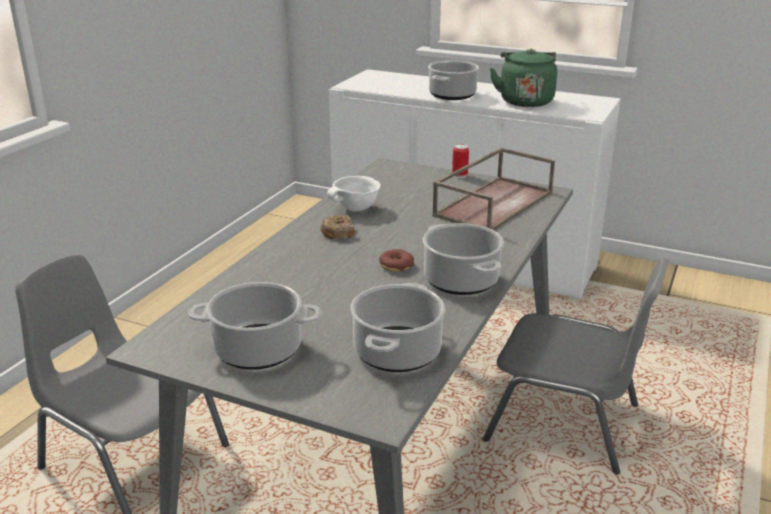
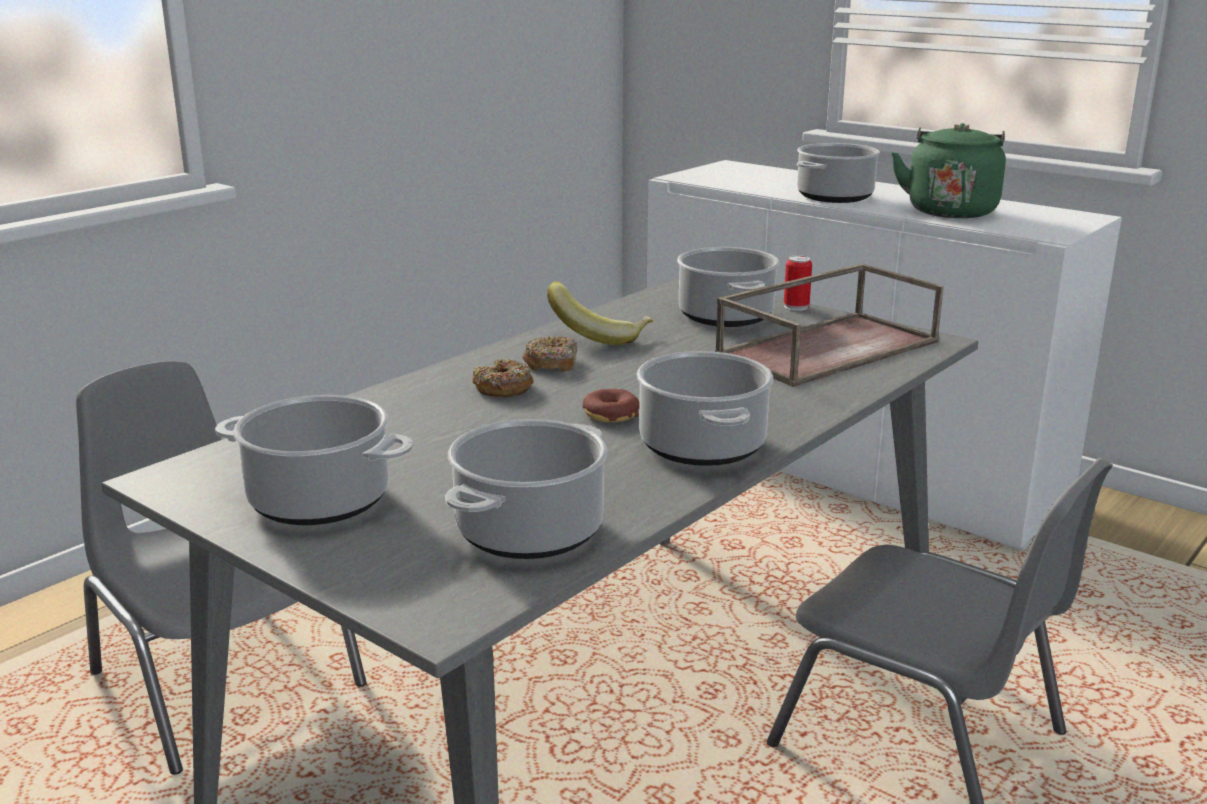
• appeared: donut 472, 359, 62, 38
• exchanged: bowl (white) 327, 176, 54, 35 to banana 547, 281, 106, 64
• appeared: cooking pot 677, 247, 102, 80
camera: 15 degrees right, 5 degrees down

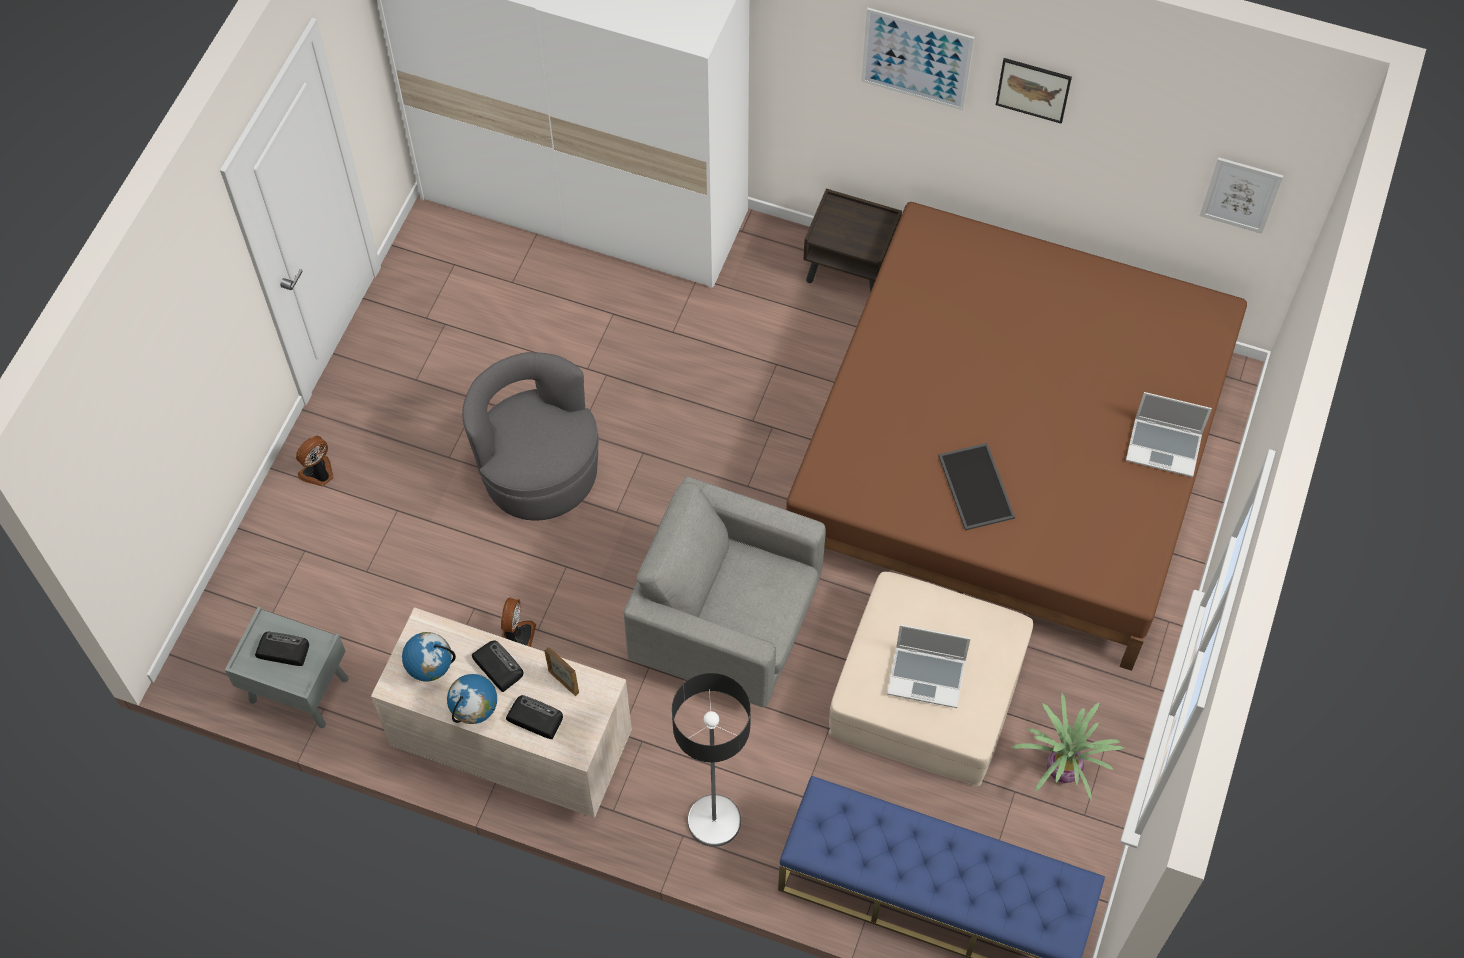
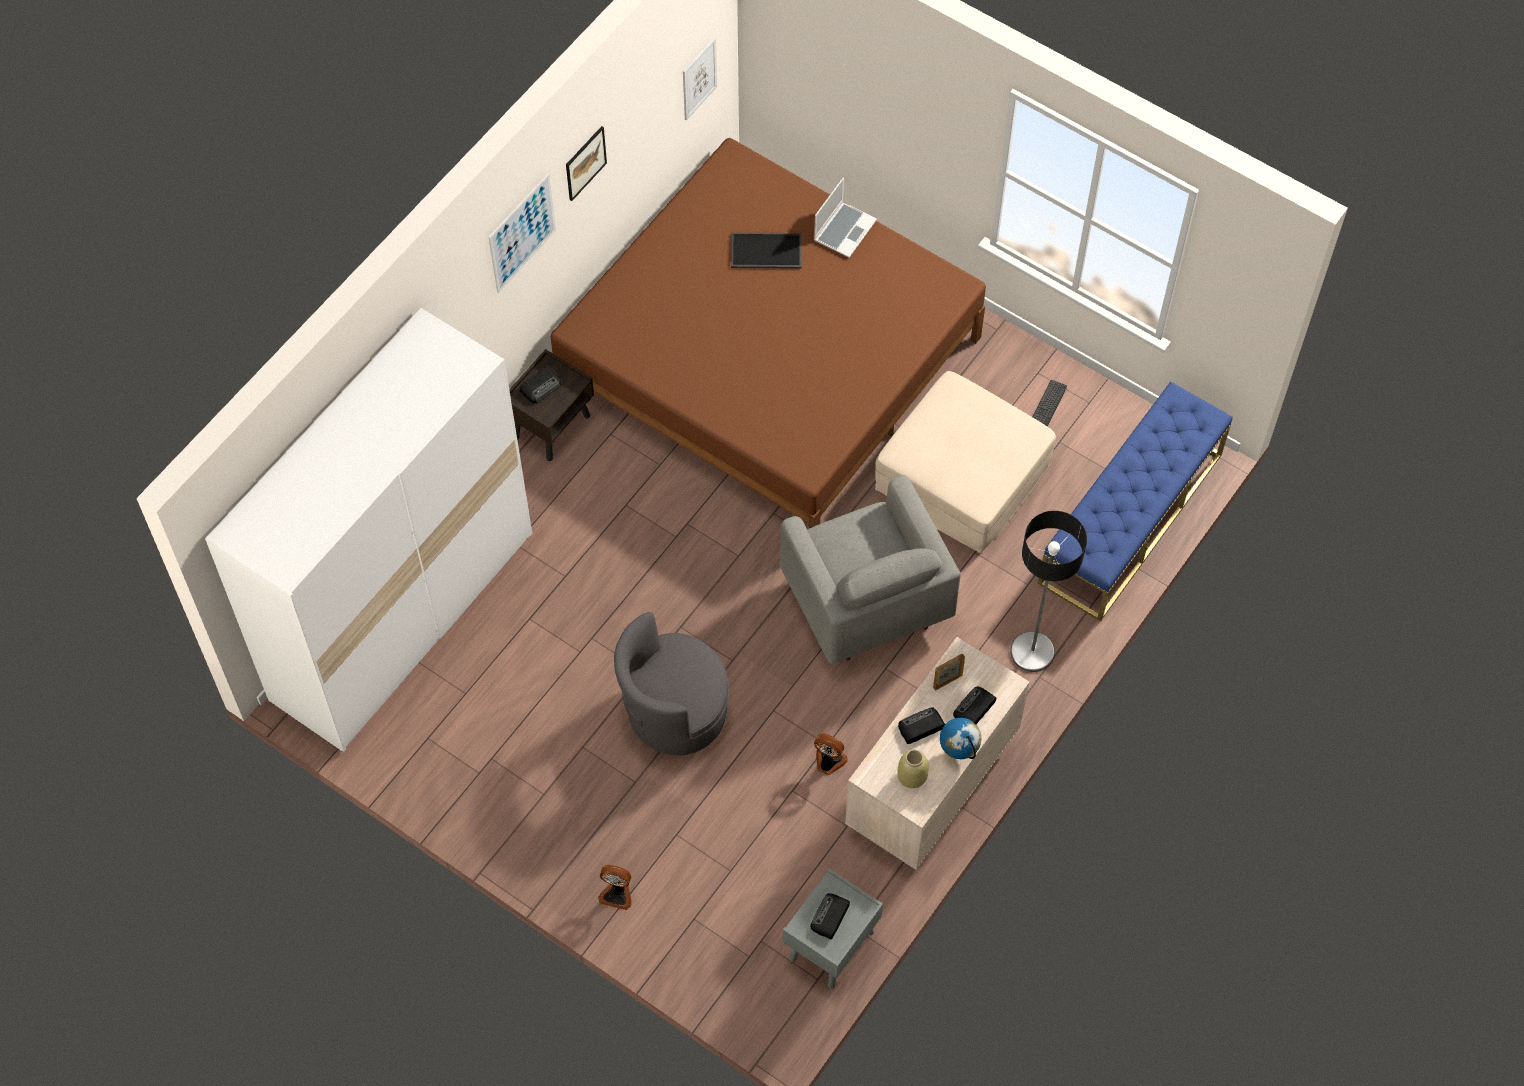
• appeared: radio 519, 366, 43, 37
• spun: fan 296, 436, 38, 50 = 598, 865, 33, 45 45 degrees counterclockwise
• relocated: tray 938, 443, 77, 88 to 731, 233, 71, 36
• spun: armchair (grey) 624, 477, 202, 230 = 780, 475, 181, 189 60 degrees counterclockwise
• exchanged: globe 402, 632, 54, 50 to vase (beige) 897, 750, 32, 38
• exchanged: potted plant 1011, 693, 113, 108 to keyboard 1033, 380, 34, 47
• missing: laptop 887, 624, 84, 84
camera: 75 degrees left, 0 degrees up

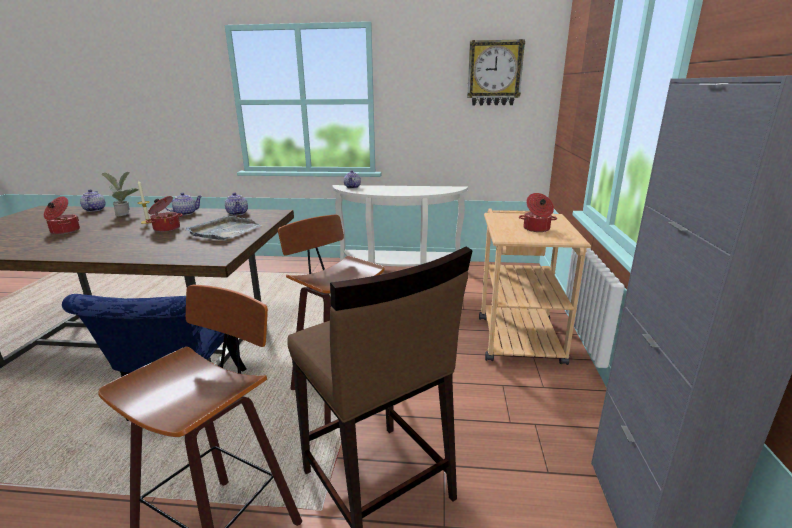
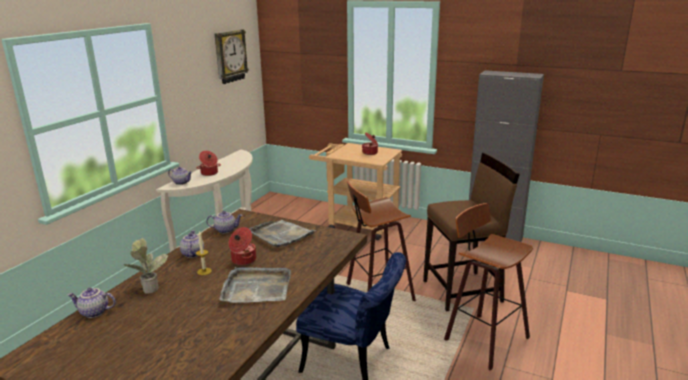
• relocated: cooking pot 44, 197, 36, 38 to 197, 151, 24, 25
• appeared: tray (grey) 219, 267, 72, 36
camera: 70 degrees left, 0 degrees up

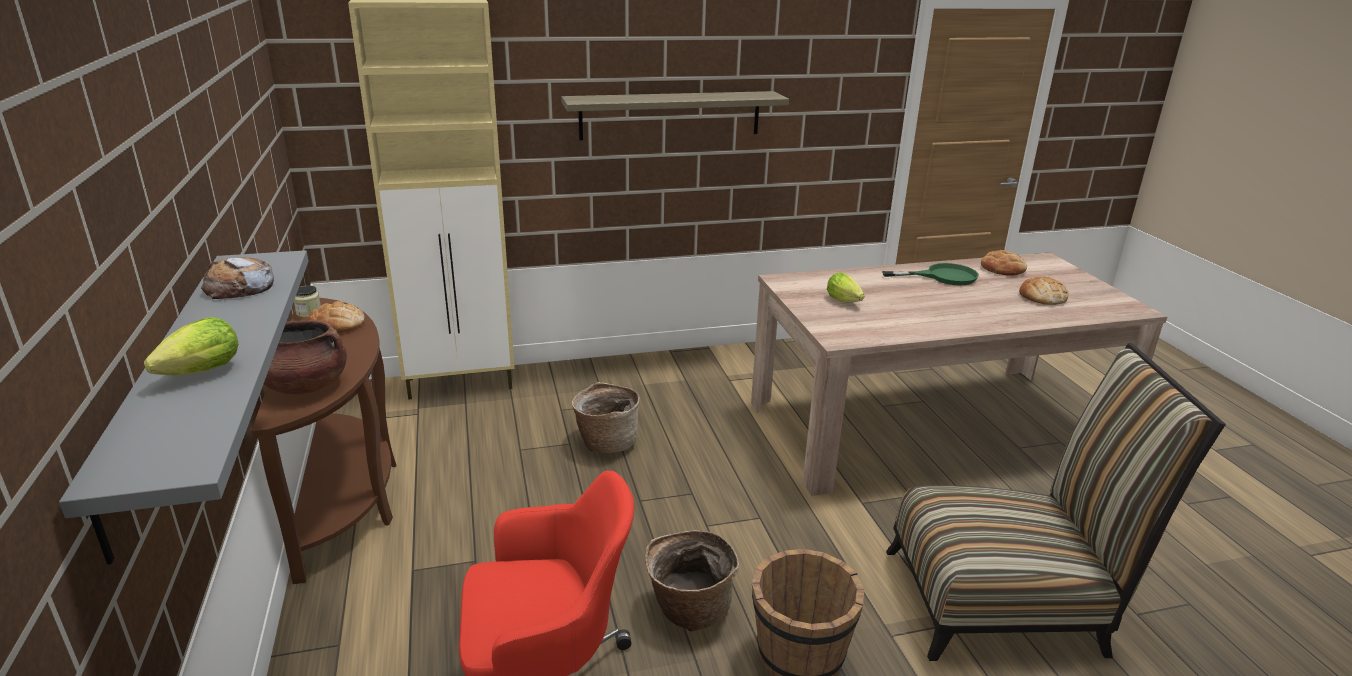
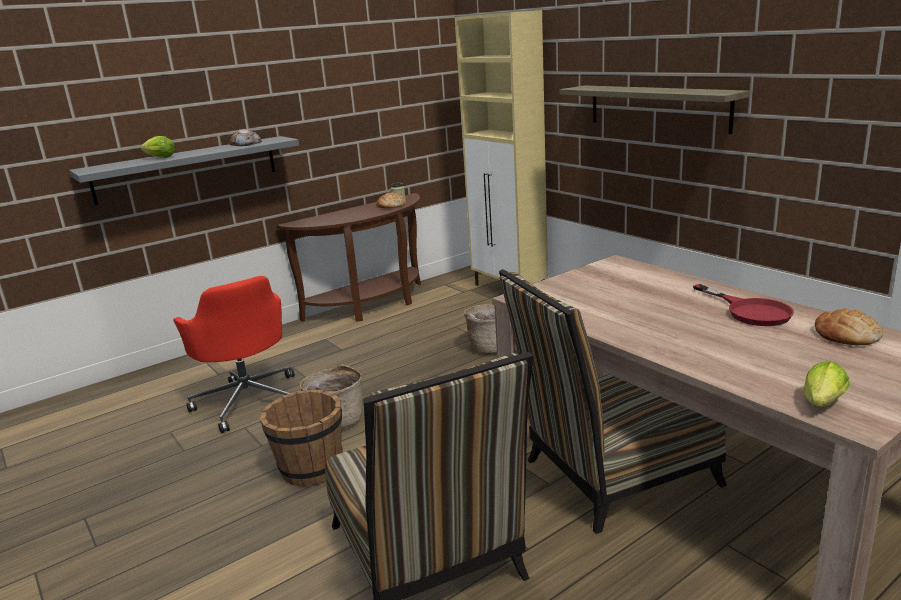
• appeared: chair 499, 269, 228, 265
• colour: frying pan (green) 882, 263, 97, 23 to frying pan (red) 693, 284, 101, 42
• relocated: lettuce 827, 273, 38, 30 to 804, 361, 46, 46
• missing: cooking pot (brown) 264, 320, 83, 74
• missing: bread 1019, 277, 49, 28
camera: 70 degrees right, 5 degrees down

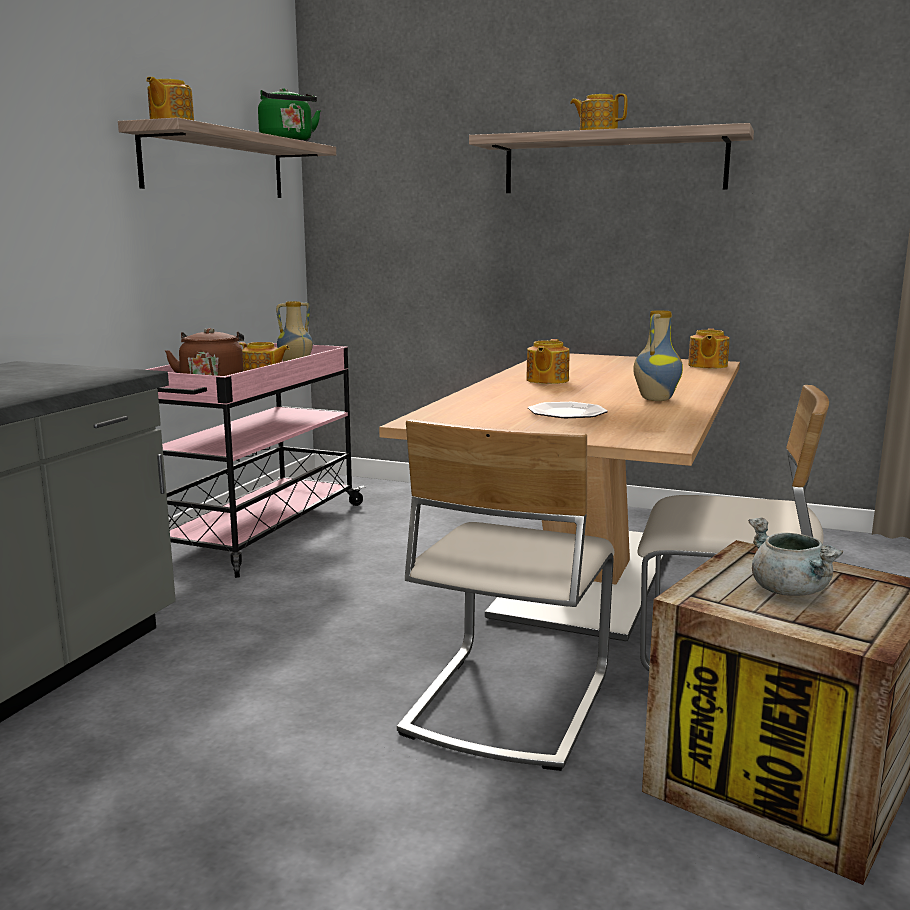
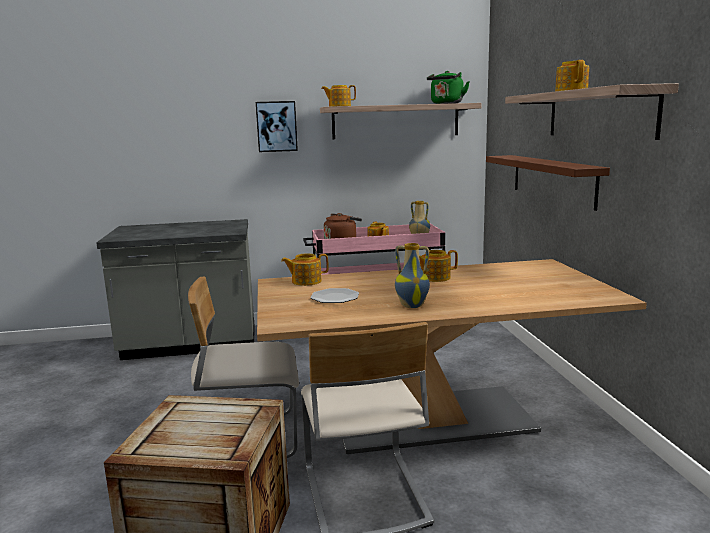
• appeared: picture 256, 101, 42, 51
• relocated: teapot 688, 328, 41, 40 to 281, 253, 47, 33
• appeared: shelf (brown) 486, 155, 124, 56
• missing: cooking pot (grey) 748, 517, 95, 79
camera: 60 degrees right, 0 degrees up

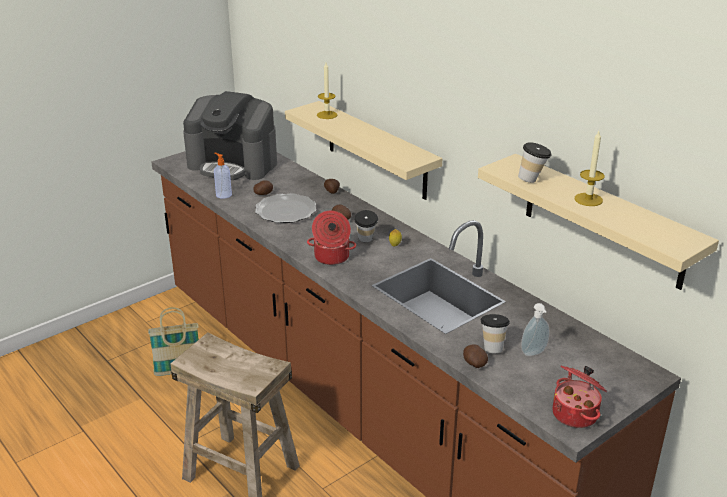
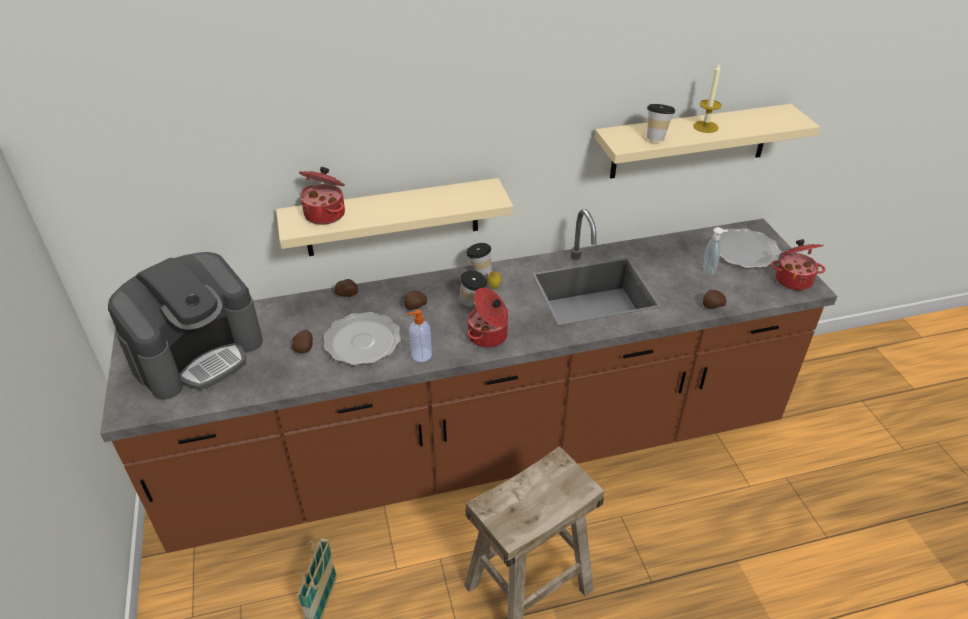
• exchanged: candle 317, 63, 20, 56 to cooking pot 299, 167, 46, 58
• relocated: soap dispenser 214, 153, 18, 46 to 406, 310, 26, 52
• relocated: cup 481, 314, 29, 39 to 466, 243, 26, 35
• appeared: plate 720, 228, 61, 40
camera: 65 degrees left, 10 degrees up

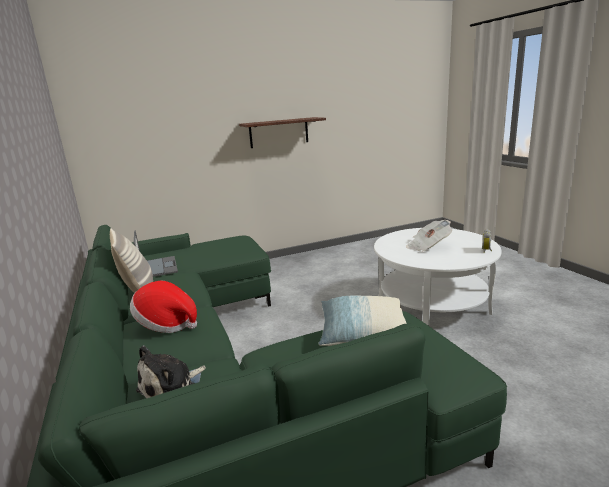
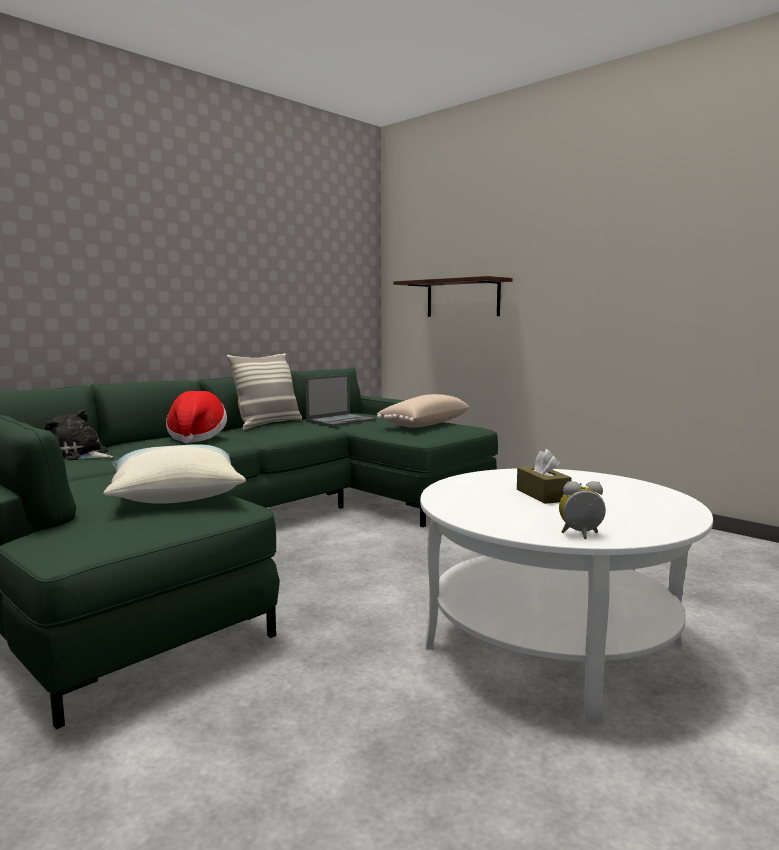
• appeared: pillow (beige) 377, 394, 93, 34
• relocated: shelf 239, 117, 87, 31 to 393, 276, 120, 41
• exchanged: newspaper 406, 220, 46, 31 to tissue box (brown) 517, 449, 55, 55
camera: 65 degrees right, 10 degrees down

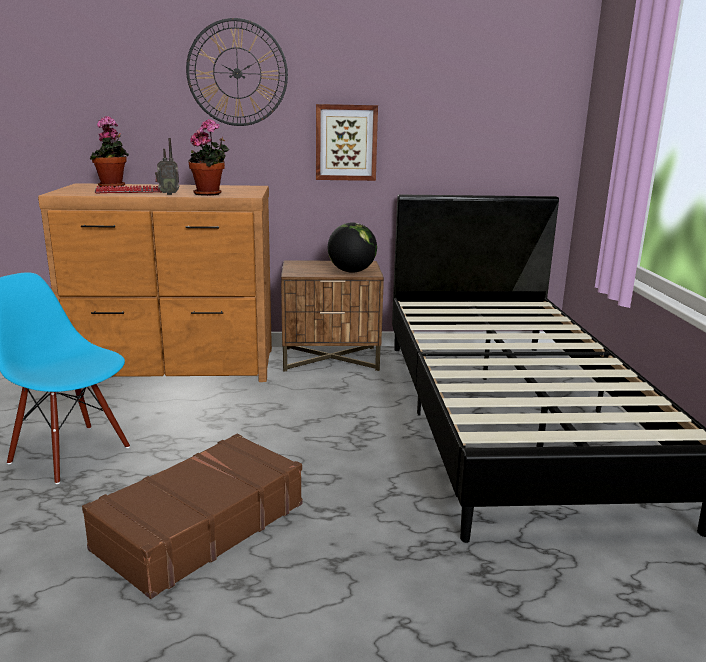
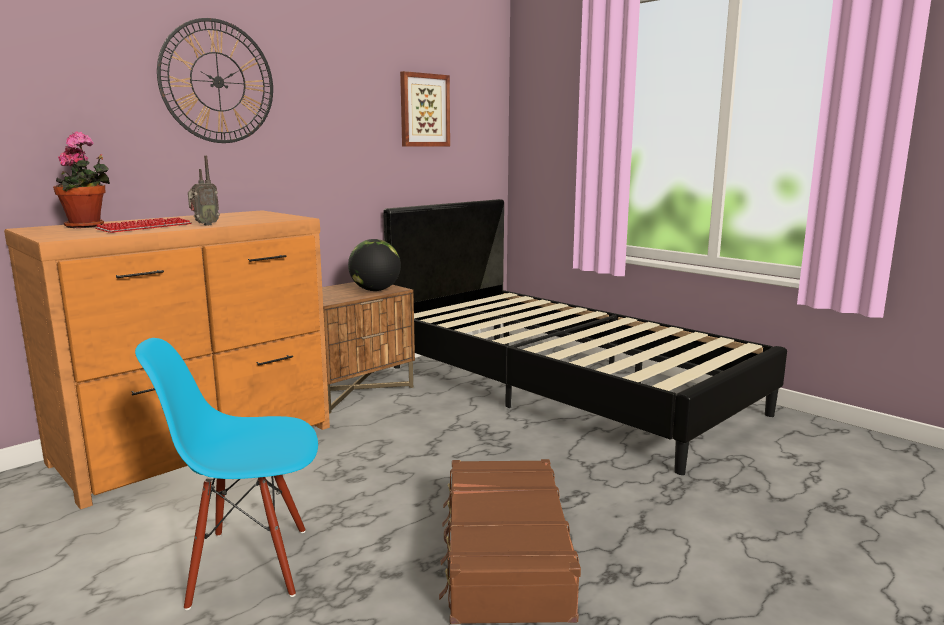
• relocated: picture 316, 104, 62, 77 to 400, 71, 50, 76
• missing: potted plant 188, 119, 42, 77
camera: 40 degrees left, 5 degrees down

